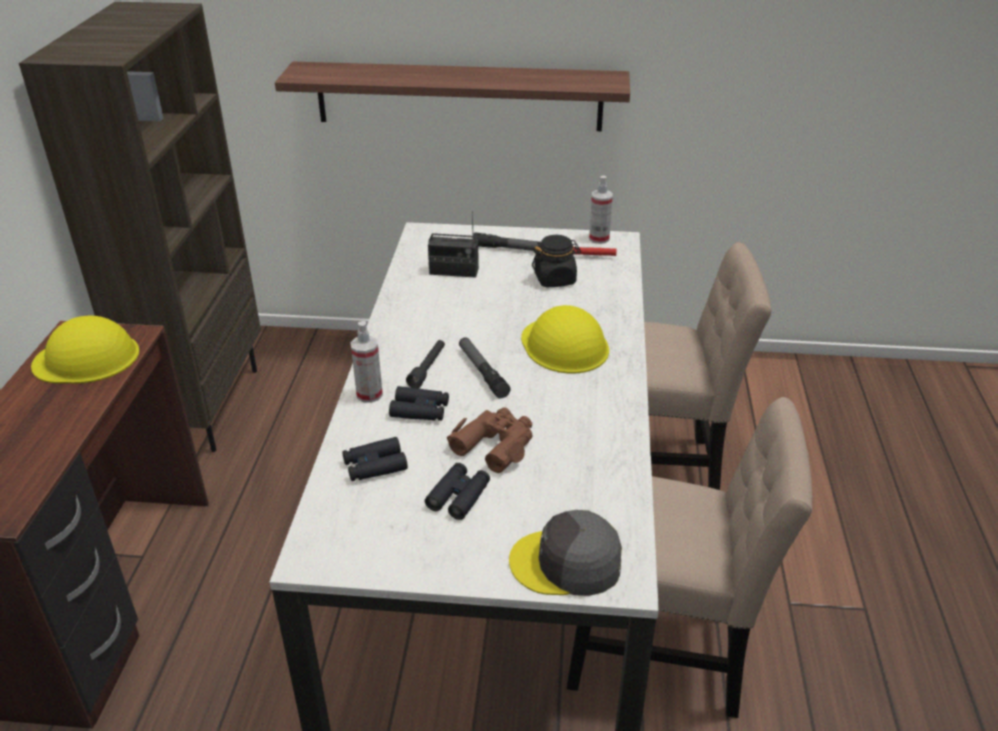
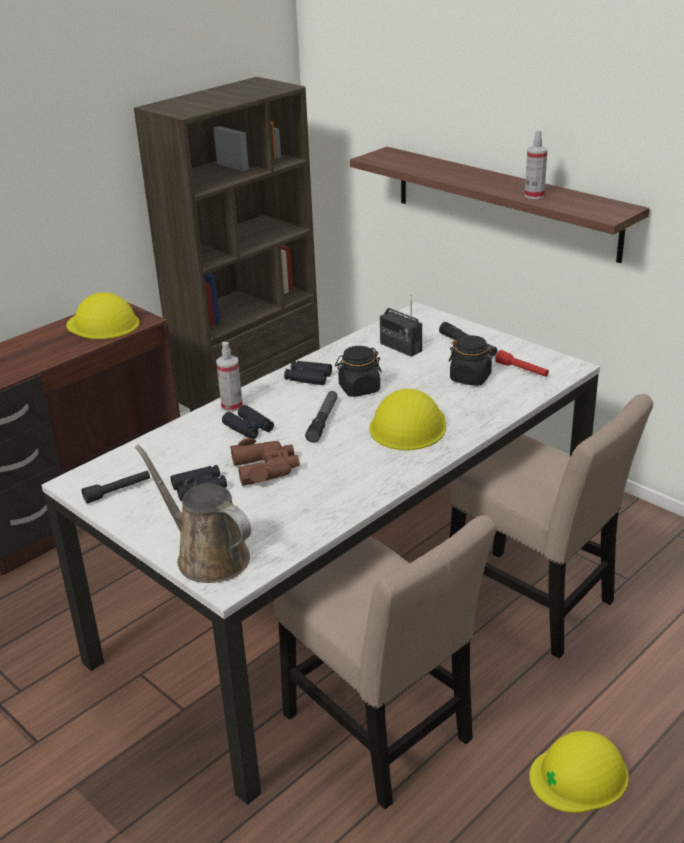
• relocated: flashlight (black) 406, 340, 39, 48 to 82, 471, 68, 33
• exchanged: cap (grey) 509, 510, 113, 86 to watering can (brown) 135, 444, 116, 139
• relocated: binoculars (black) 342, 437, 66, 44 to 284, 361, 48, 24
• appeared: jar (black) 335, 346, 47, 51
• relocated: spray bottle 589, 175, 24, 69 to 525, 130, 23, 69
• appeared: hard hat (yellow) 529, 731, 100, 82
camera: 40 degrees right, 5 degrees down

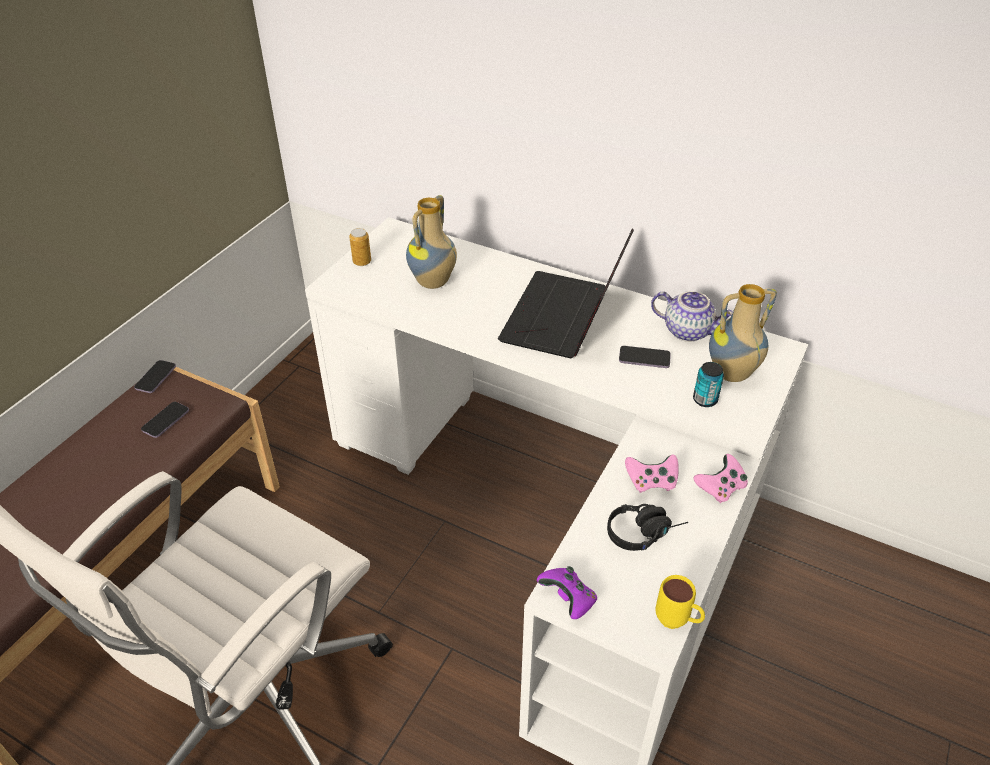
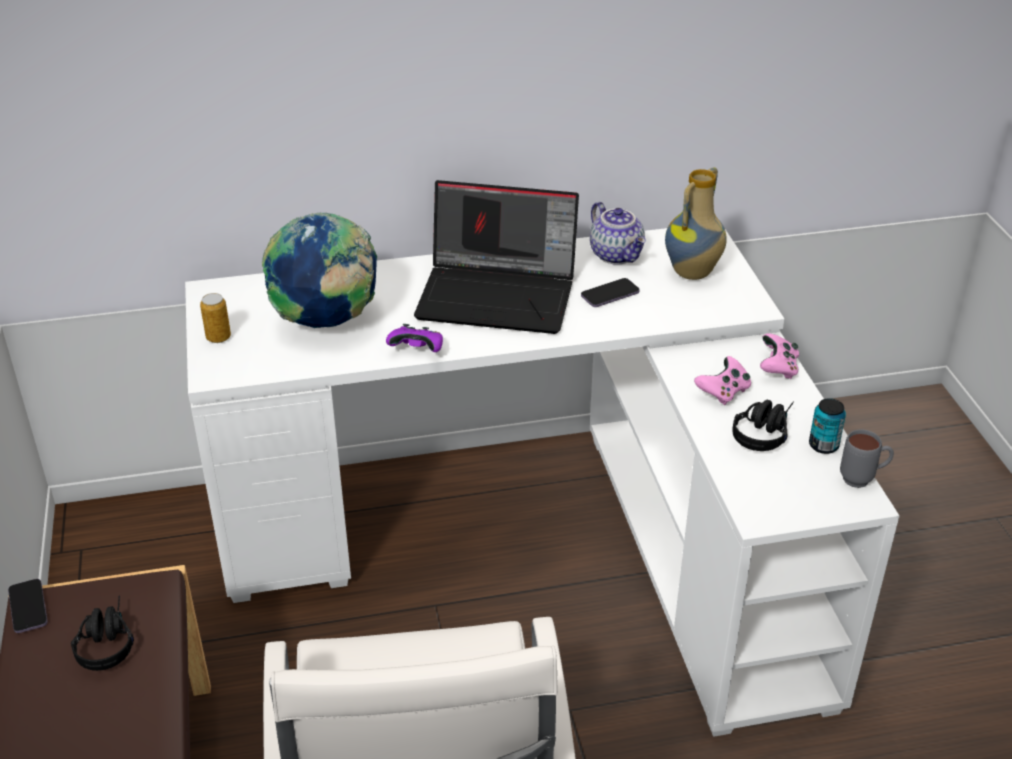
• exchanged: phone 141, 402, 48, 36 to headphones (black) 71, 595, 63, 76
• exchanged: vase 406, 195, 51, 94 to globe 262, 213, 115, 115
• relocated: game controller (purple) 537, 566, 60, 53 to 386, 324, 57, 28
• spun: laptop 498, 228, 136, 130 = 414, 180, 165, 154 60 degrees counterclockwise
• spun: teapot 651, 291, 82, 51 = 590, 202, 56, 63 75 degrees clockwise
• relocated: can 693, 362, 31, 45 to 809, 398, 37, 56
• colour: mug (yellow) 656, 575, 49, 54 to mug (grey) 840, 429, 54, 59
camera: 40 degrees left, 5 degrees down

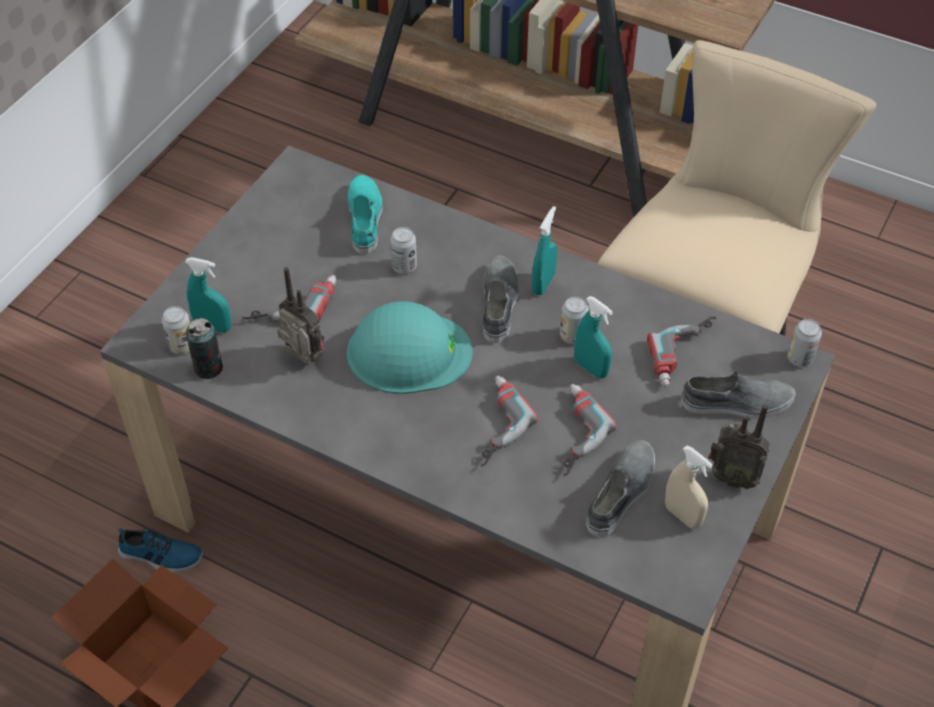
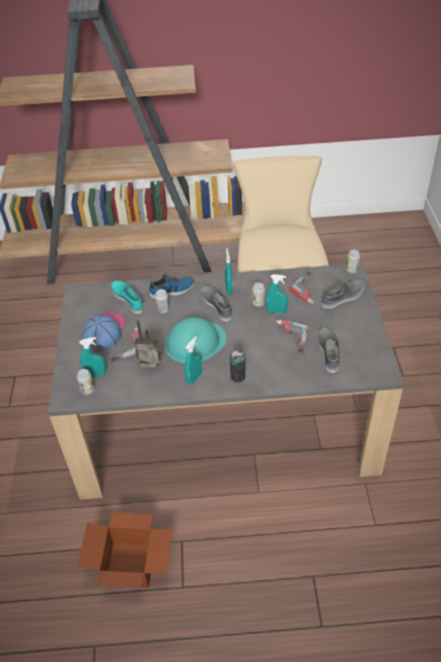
• appeared: cap 82, 312, 44, 39
• relocated: shoe 118, 528, 85, 44 to 149, 272, 45, 27
• appeared: spray bottle (turquoise) 185, 336, 17, 48
• relocated: can 185, 318, 38, 61 to 230, 350, 15, 33
• missing: power drill 481, 376, 57, 91
• missing: spray bottle (beige) 665, 446, 48, 83
• missing: radio 708, 404, 62, 85
camera: 30 degrees left, 5 degrees down

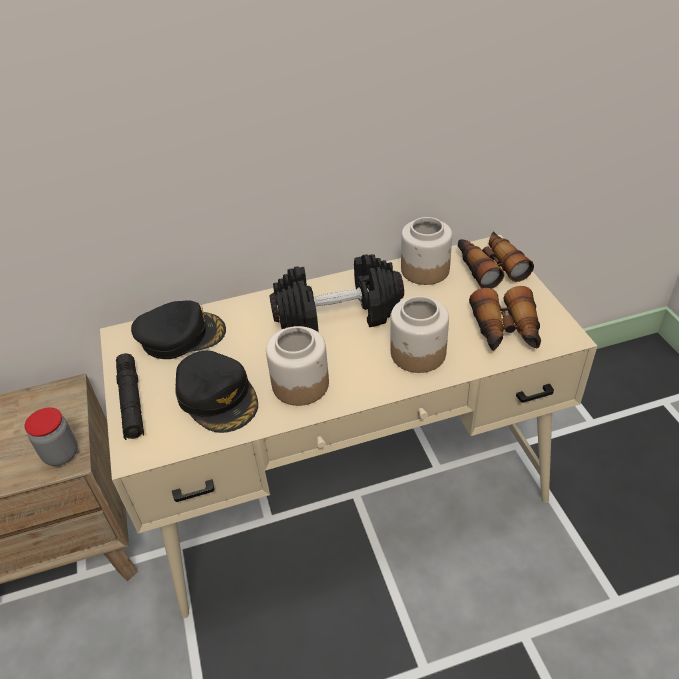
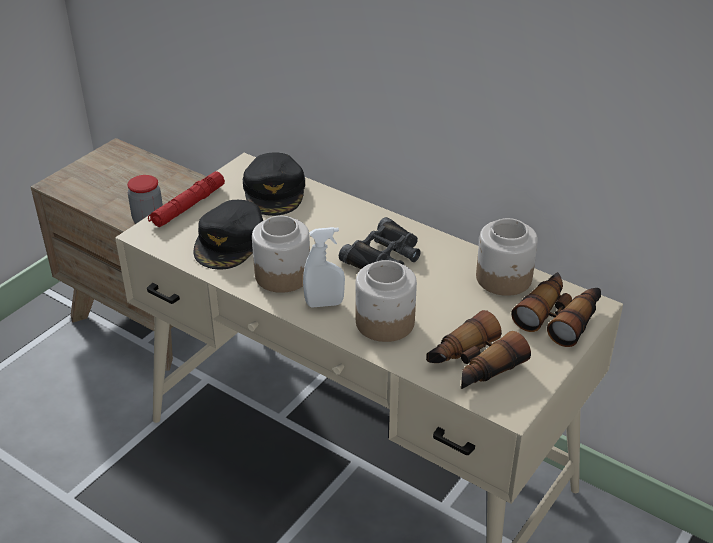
• colour: flashlight (black) 116, 353, 28, 87 to flashlight (red) 148, 171, 77, 56
• spun: cap (black) 131, 300, 95, 59 = 243, 152, 62, 64 45 degrees clockwise
• appeared: spray bottle (white) 303, 227, 42, 81
• exchanged: dumbbell (black) 269, 254, 135, 78 to binoculars (black) 339, 217, 82, 52
camera: 50 degrees right, 5 degrees down

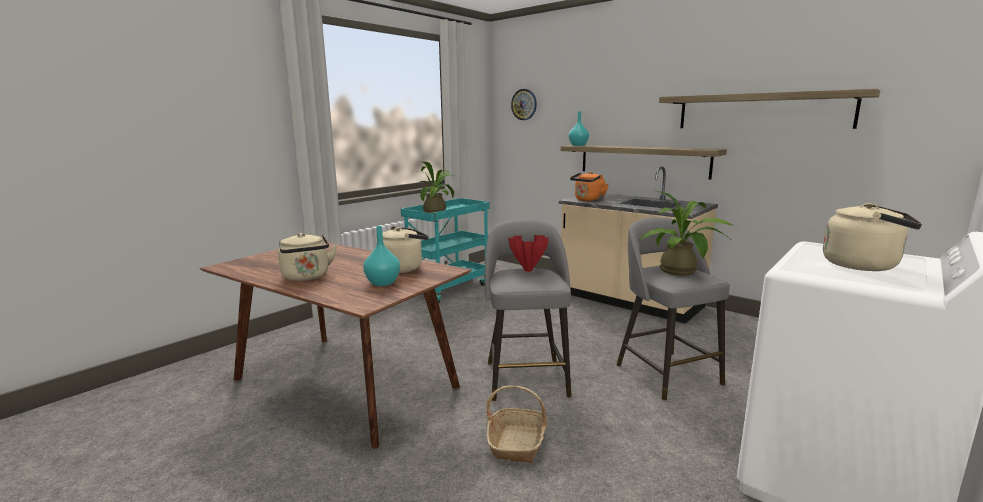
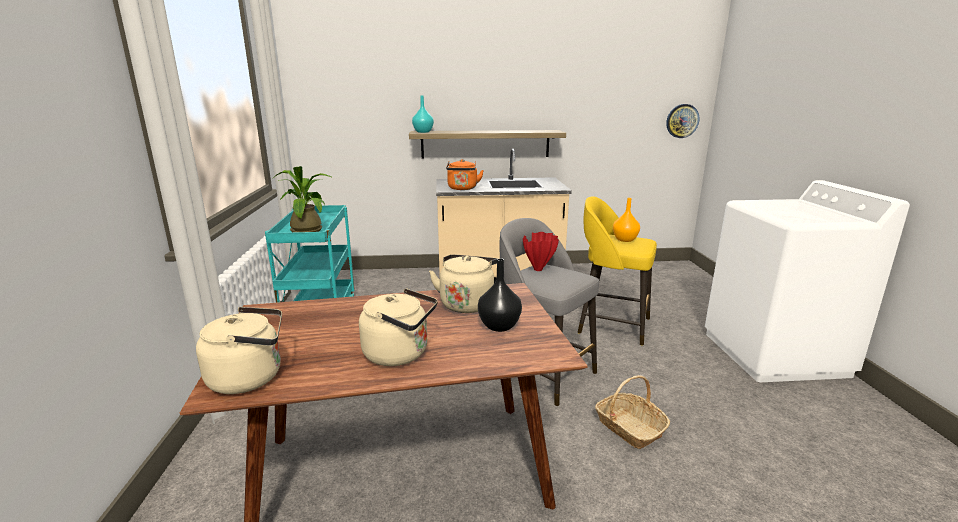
• relocated: kettle (beige) 823, 203, 99, 68 to 196, 307, 86, 87
• colour: vase (turquoise) 363, 226, 37, 60 to vase (black) 478, 258, 44, 74
• colour: stool (grey) 616, 217, 114, 184 to stool (yellow) 578, 196, 79, 150
• exchanged: potted plant 638, 190, 95, 86 to vase (orange) 613, 198, 27, 44
• relocated: wall clock 511, 89, 26, 31 to 666, 104, 34, 34
• missing: shelf 659, 89, 221, 40
camera: 45 degrees left, 5 degrees up

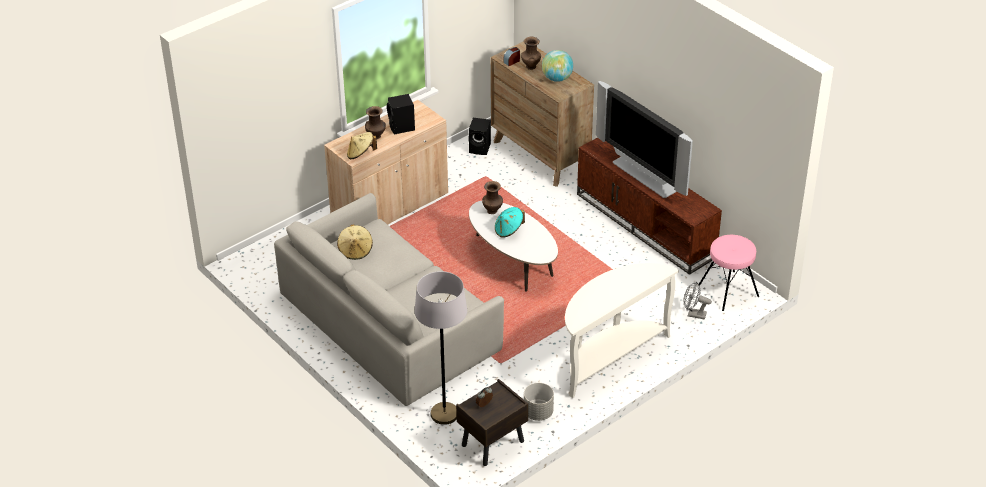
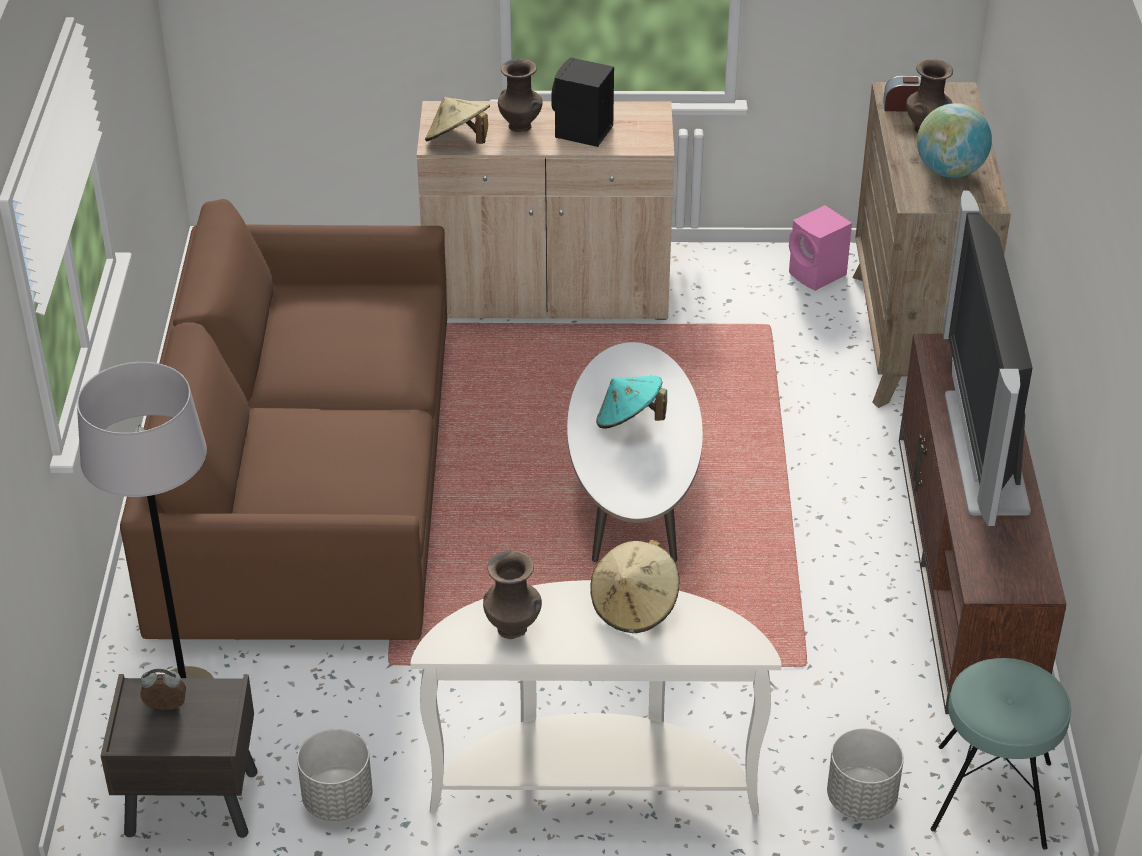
• colour: sofa (grey) 274, 193, 230, 213 to sofa (brown) 120, 199, 327, 441
• relocated: vase (brown) 482, 181, 21, 33 to 483, 550, 59, 89
• relocated: hat (beige) 337, 224, 36, 36 to 590, 540, 90, 93
• colour: speaker (black) 468, 118, 23, 37 to speaker (pink) 789, 205, 63, 86
• exchanged: fan (grey) 683, 282, 29, 38 to planter (grey) 827, 728, 77, 92
• colour: stool (pink) 699, 235, 60, 76 to stool (turquoise) 930, 658, 141, 192
camera: 40 degrees right, 0 degrees up

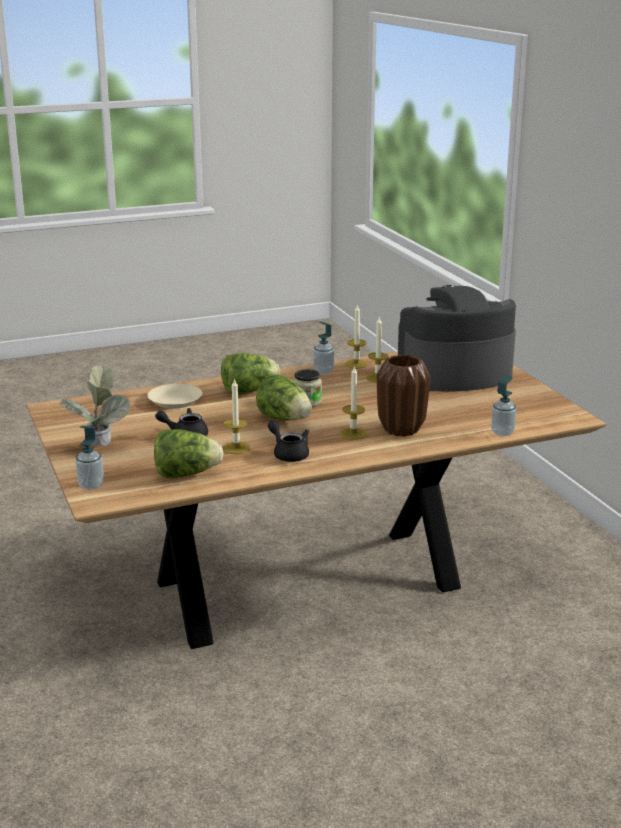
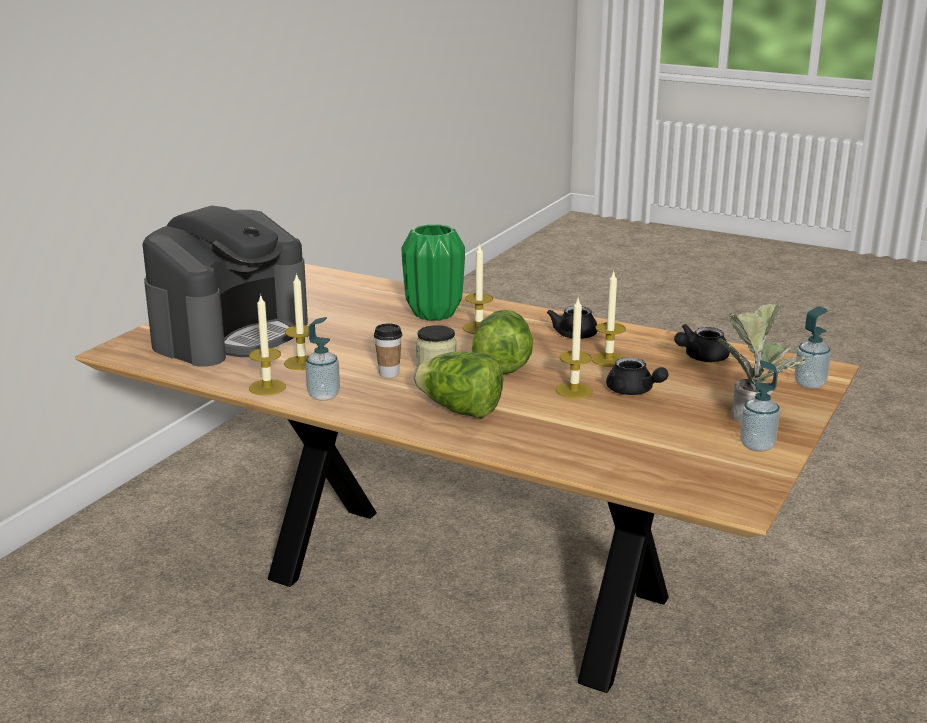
• spun: coffee machine 398, 285, 118, 107 = 142, 205, 166, 162 90 degrees counterclockwise
• appeared: cup 374, 323, 28, 55
• colour: vase (brown) 377, 355, 53, 82 to vase (green) 402, 224, 63, 97
• appeared: candle 556, 296, 37, 103
• exchanged: lettuce 154, 429, 70, 49 to teapot (black) 674, 324, 56, 38
• relocated: soap dispenser 491, 375, 25, 61 to 740, 360, 40, 92
• missing: plate (beige) 147, 384, 55, 24
camera: 130 degrees left, 0 degrees up

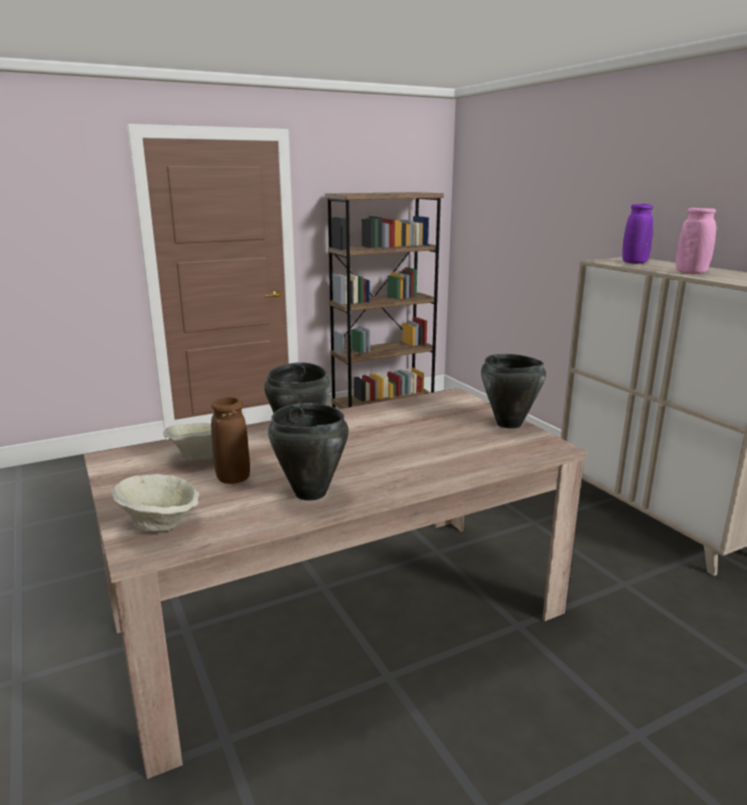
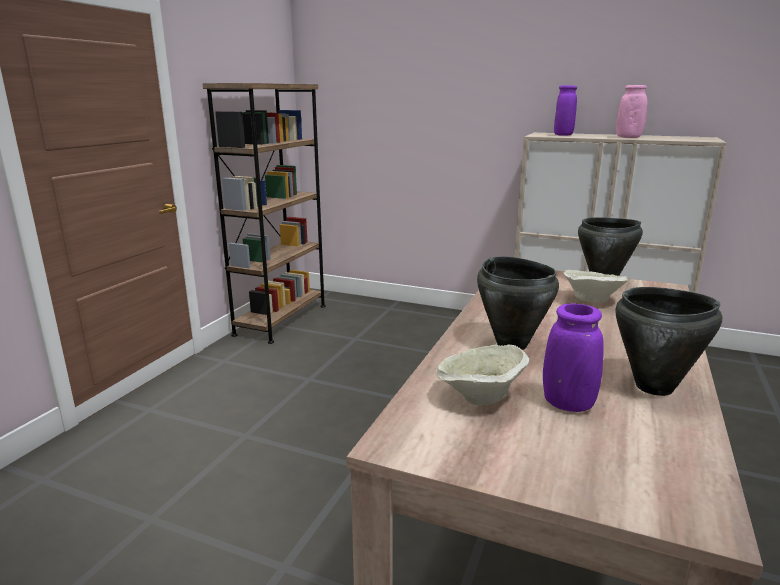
• colour: vase (brown) 211, 397, 39, 87 to vase (purple) 543, 303, 61, 109
• relocated: bowl (beige) 111, 474, 88, 57 to 563, 270, 65, 33
camera: 40 degrees left, 0 degrees up

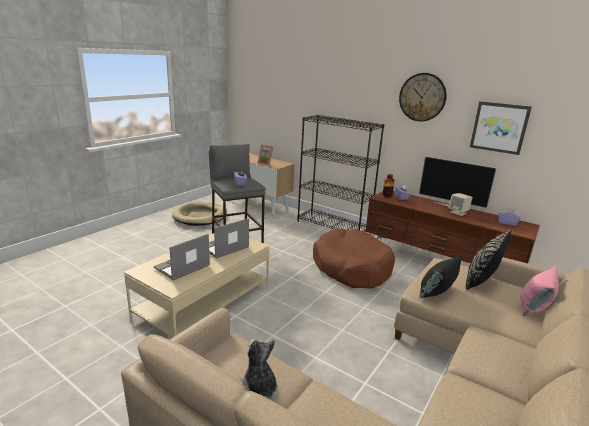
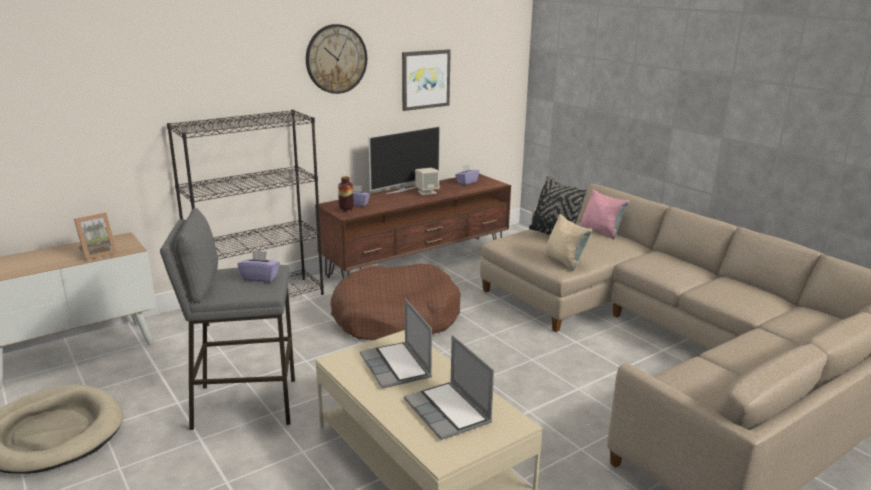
• colour: pillow (black) 419, 255, 43, 43 to pillow (beige) 545, 214, 47, 57
• missing: plush toy 241, 339, 37, 60
camera: 70 degrees left, 0 degrees up

